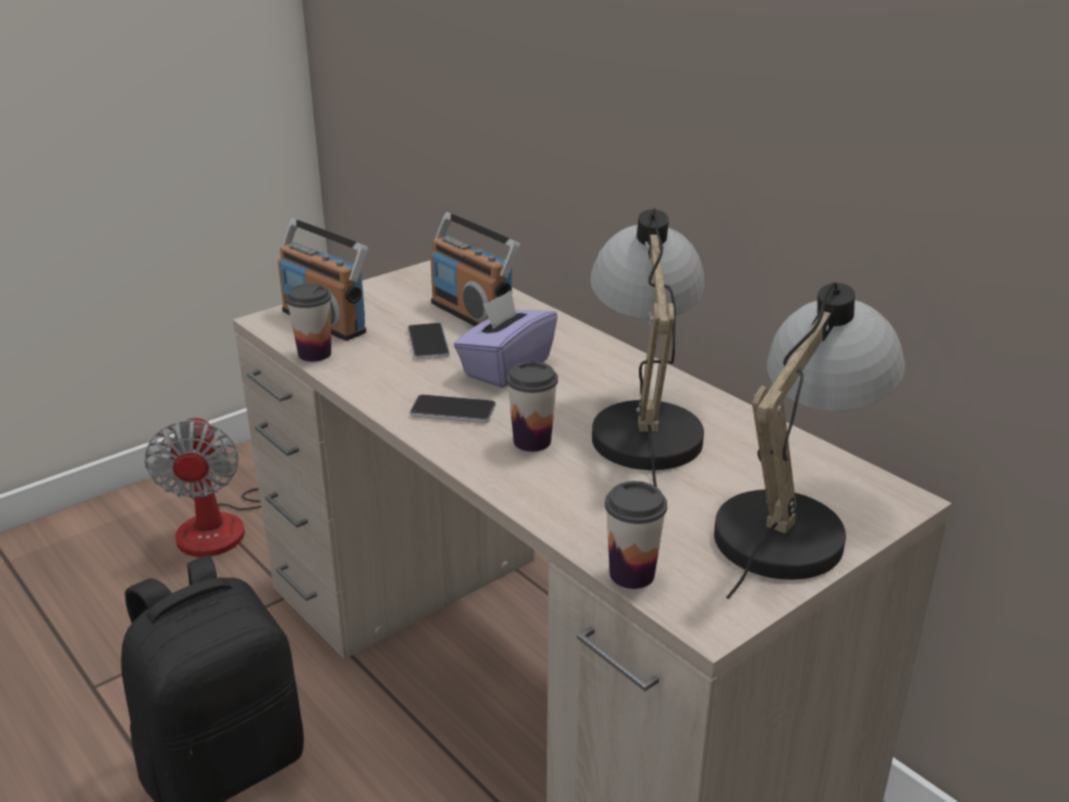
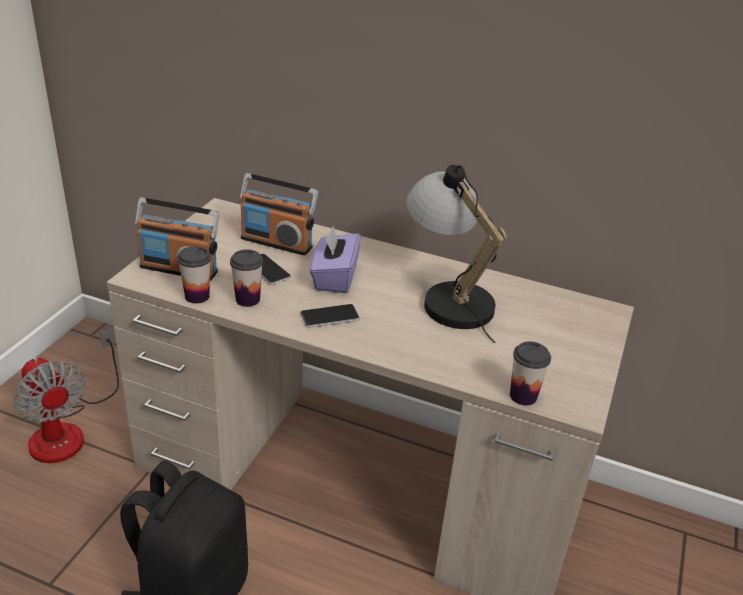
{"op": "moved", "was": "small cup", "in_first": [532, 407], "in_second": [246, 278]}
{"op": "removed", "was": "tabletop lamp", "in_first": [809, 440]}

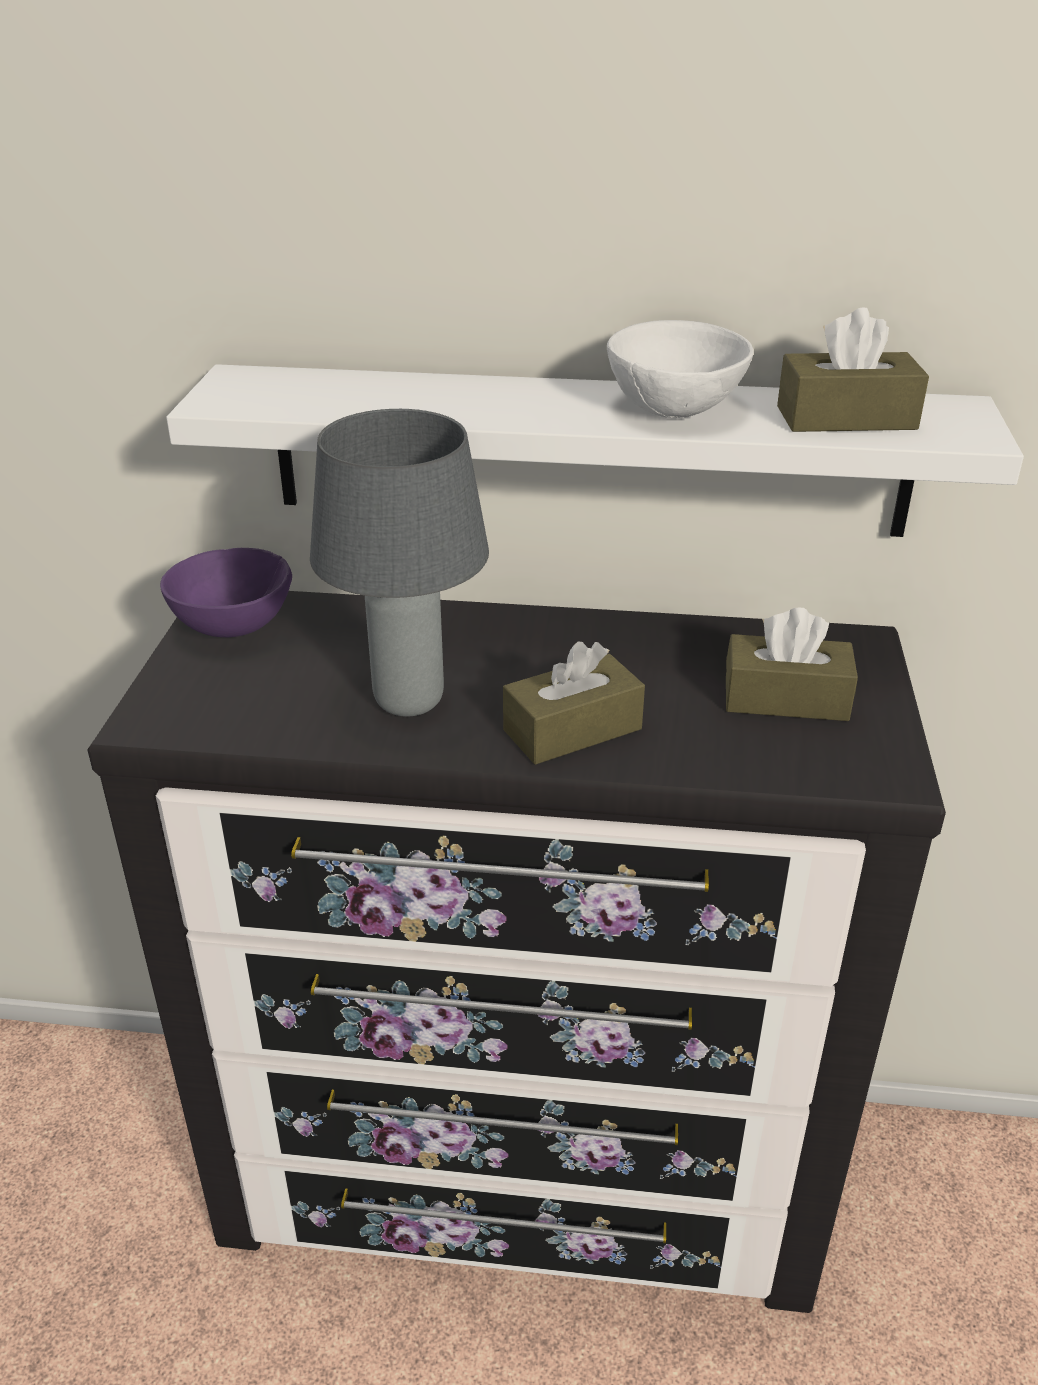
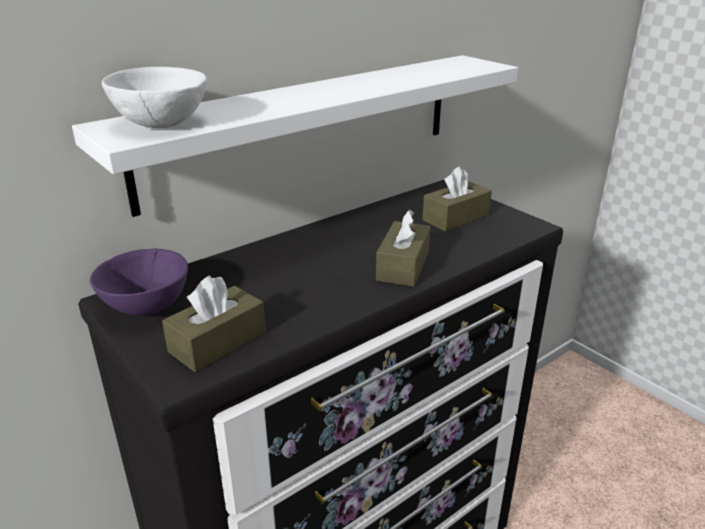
{"op": "moved", "was": "white bowl", "in_first": [680, 369], "in_second": [154, 97]}
{"op": "moved", "was": "brown tissue holder", "in_first": [853, 369], "in_second": [214, 323]}
{"op": "removed", "was": "gray tabletop lamp", "in_first": [399, 563]}

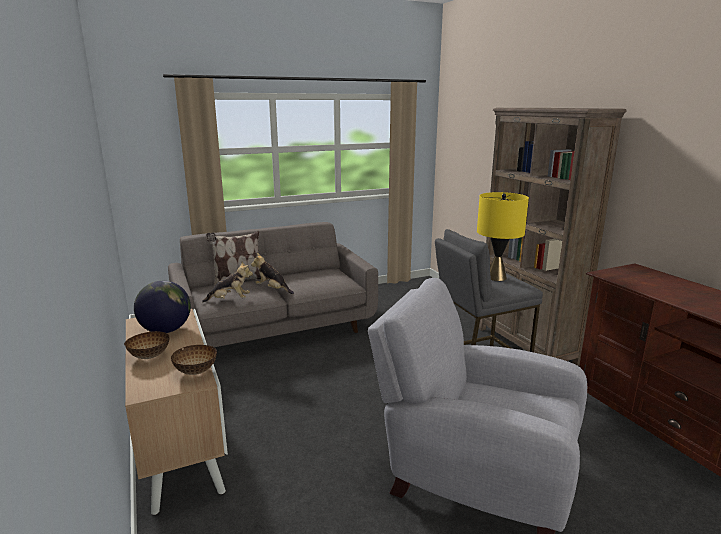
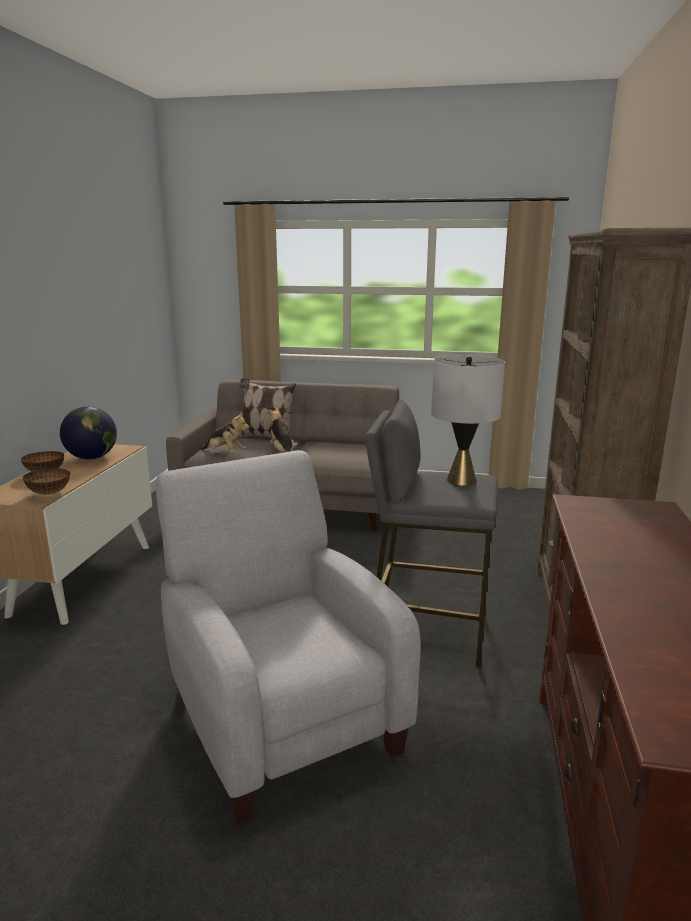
{"op": "recoloured", "was": "yellow-coloured tabletop lamp", "now": "gray tabletop lamp", "in_first": [503, 236], "in_second": [468, 420]}

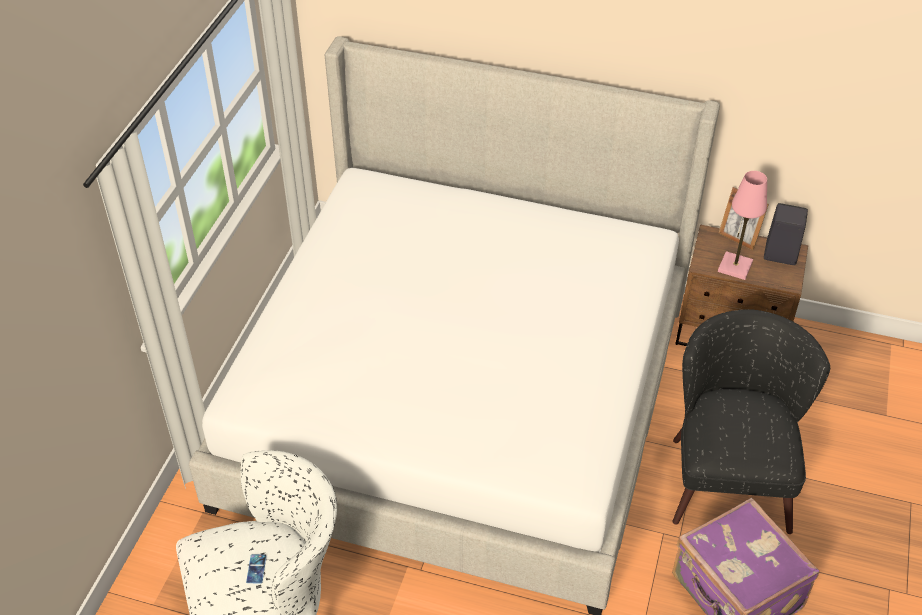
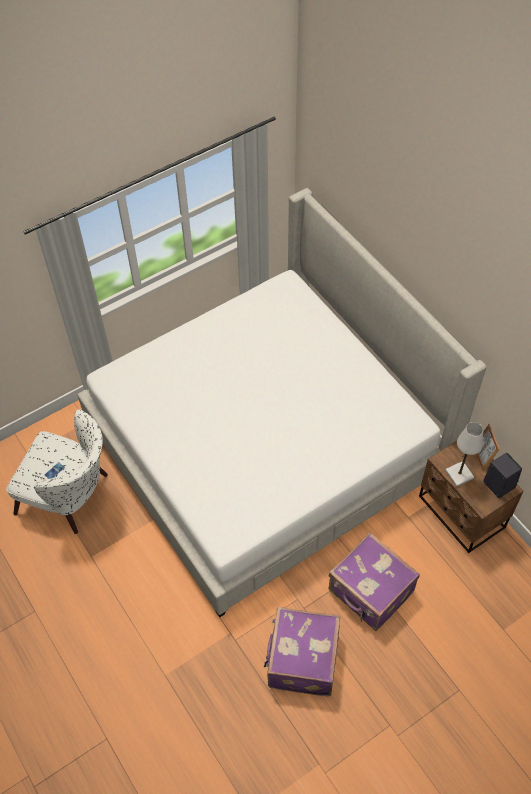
{"op": "replaced", "was": "blackish armchair", "now": "purple travel case", "in_first": [751, 421], "in_second": [374, 581]}
{"op": "recoloured", "was": "pinkish tabletop lamp", "now": "white tabletop lamp", "in_first": [742, 225], "in_second": [464, 454]}

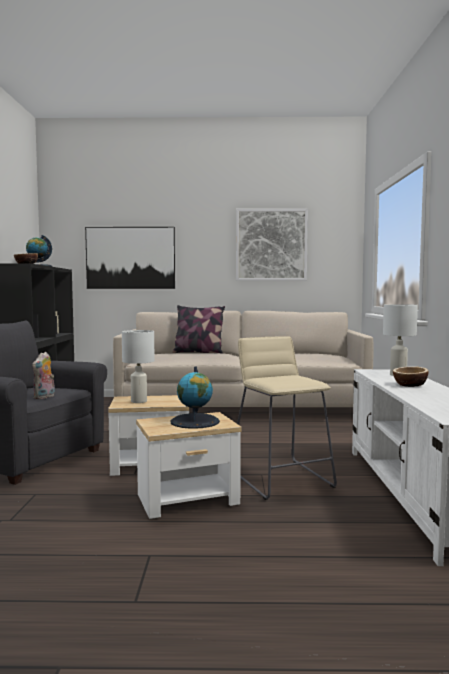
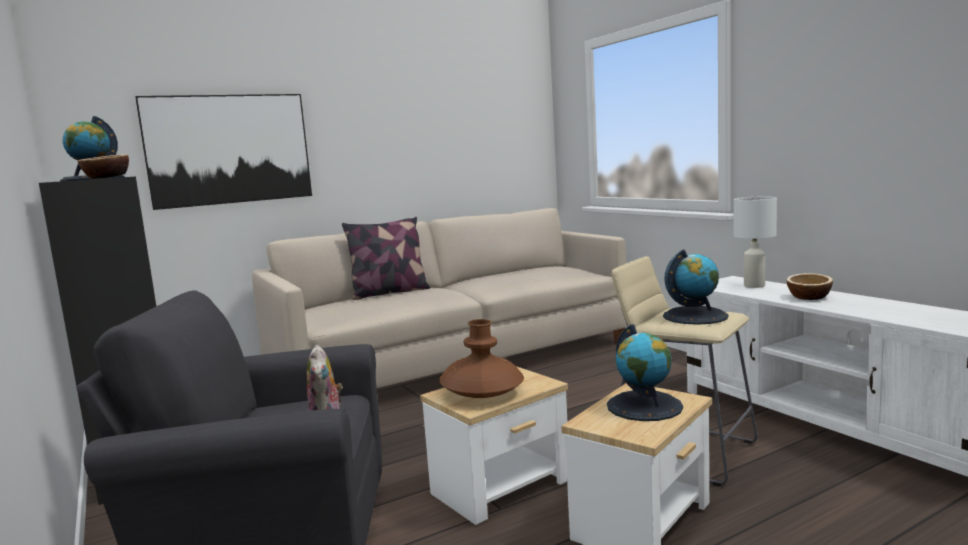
{"op": "replaced", "was": "white tabletop lamp", "now": "brown decorative vase", "in_first": [138, 366], "in_second": [481, 358]}
{"op": "added", "now": "desk globe", "in_second": [695, 287]}
{"op": "removed", "was": "wall art", "in_first": [272, 245]}

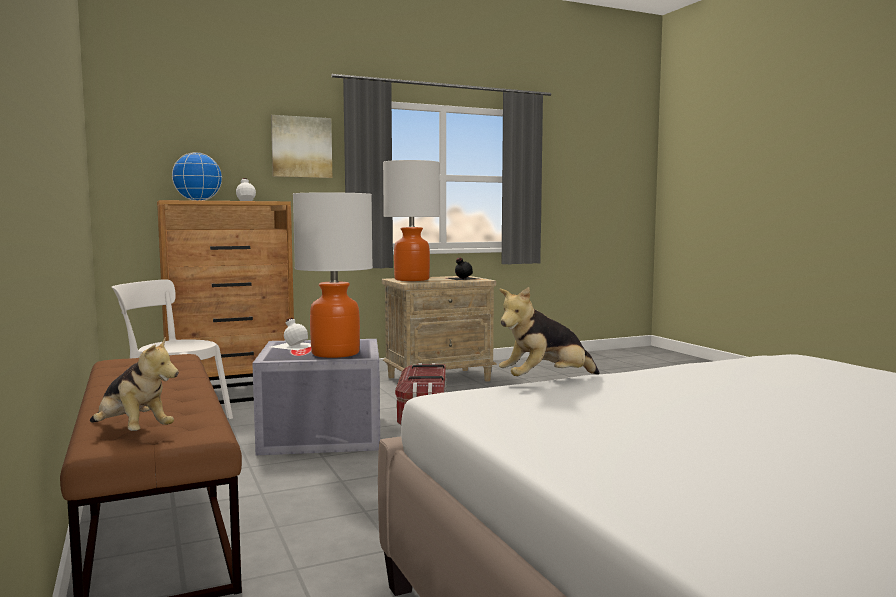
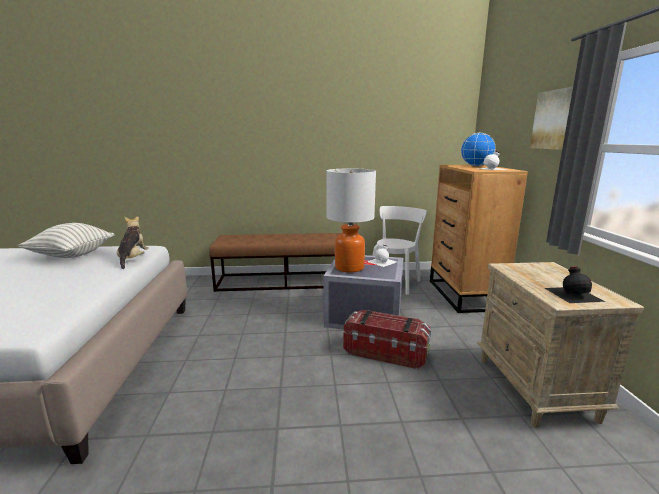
{"op": "added", "now": "pillow", "in_second": [66, 240]}
{"op": "removed", "was": "plush toy", "in_first": [134, 384]}
{"op": "removed", "was": "tabletop lamp", "in_first": [411, 220]}

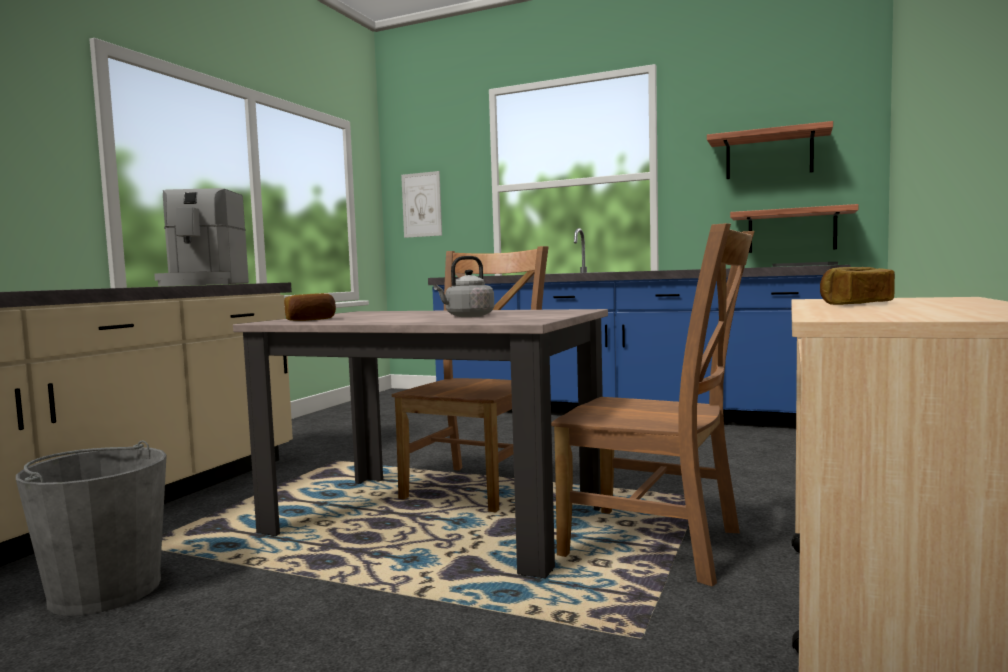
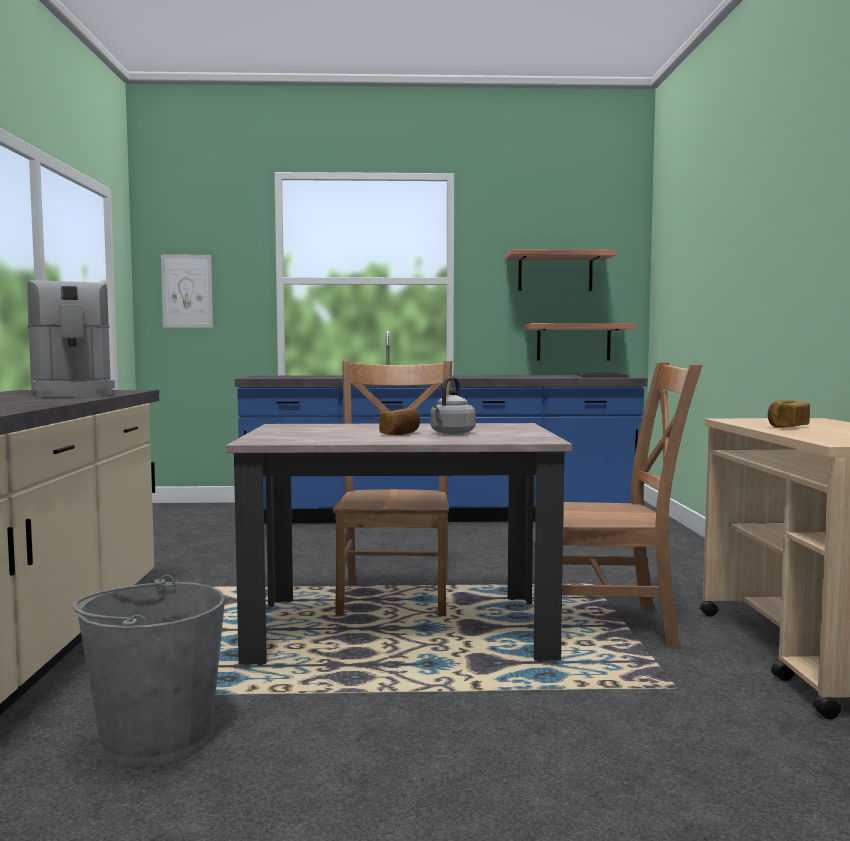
{"op": "moved", "was": "baked bread", "in_first": [310, 307], "in_second": [399, 421]}

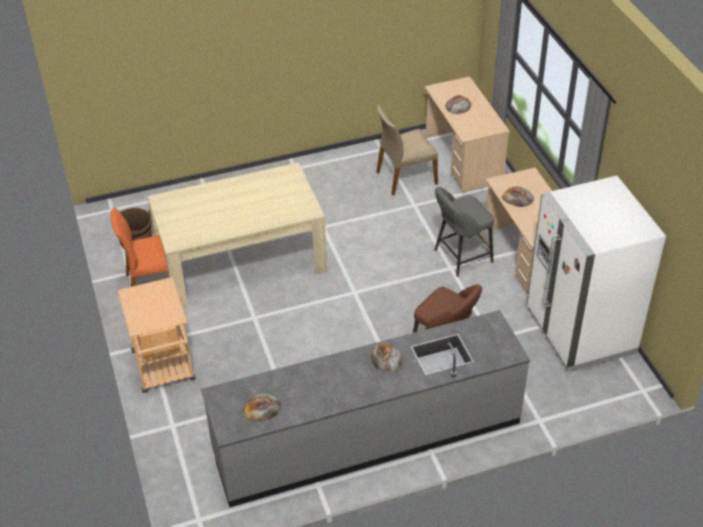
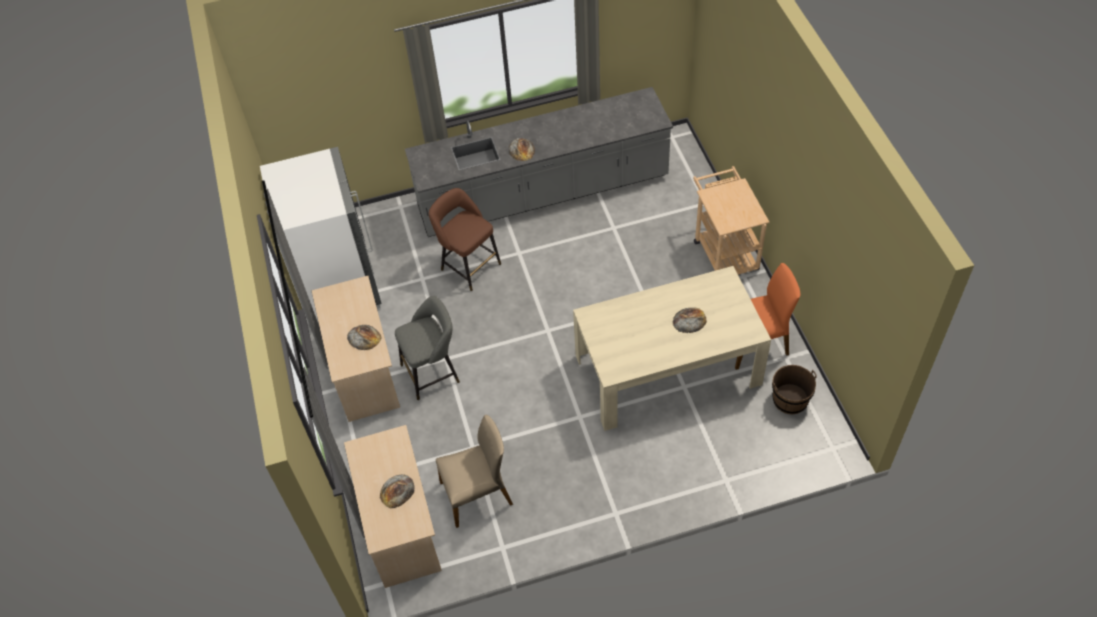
{"op": "moved", "was": "baked bread", "in_first": [263, 407], "in_second": [689, 320]}

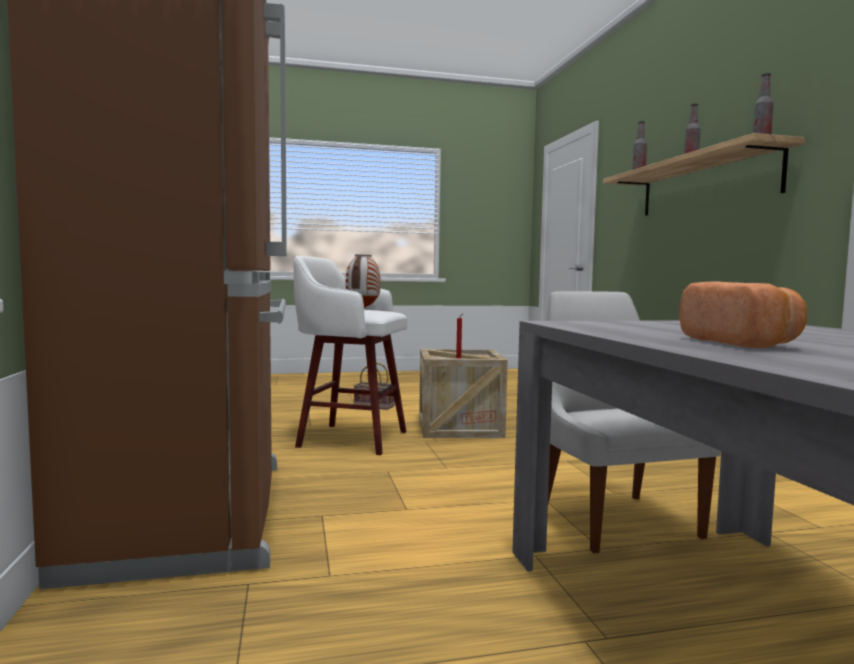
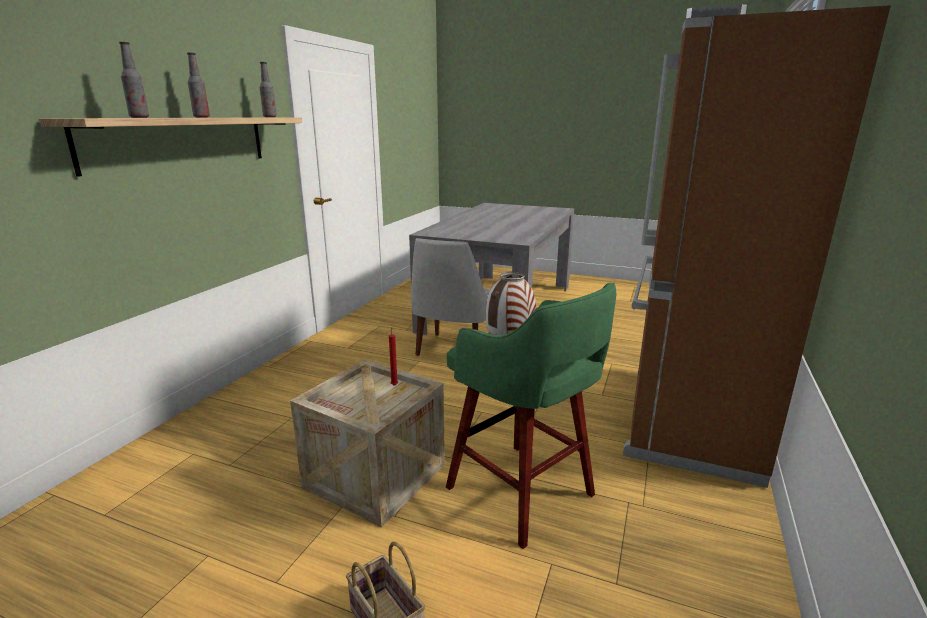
{"op": "recoloured", "was": "white sitting stool", "now": "green sitting stool", "in_first": [350, 355], "in_second": [531, 416]}
{"op": "removed", "was": "baked bread", "in_first": [743, 314]}

